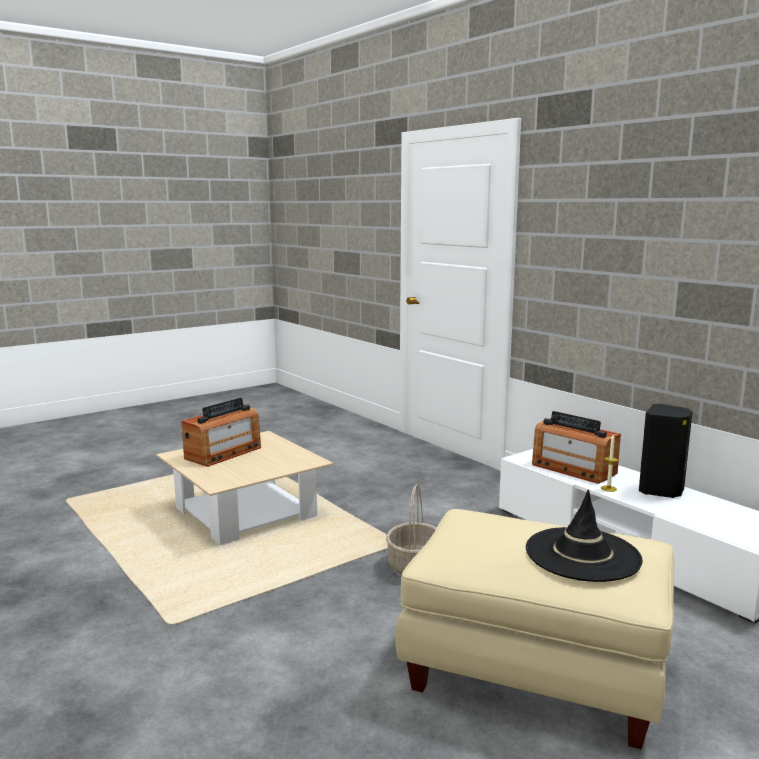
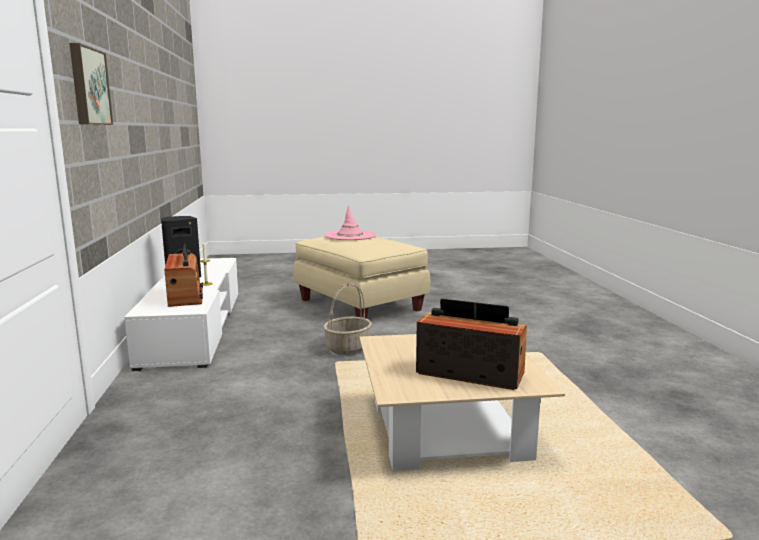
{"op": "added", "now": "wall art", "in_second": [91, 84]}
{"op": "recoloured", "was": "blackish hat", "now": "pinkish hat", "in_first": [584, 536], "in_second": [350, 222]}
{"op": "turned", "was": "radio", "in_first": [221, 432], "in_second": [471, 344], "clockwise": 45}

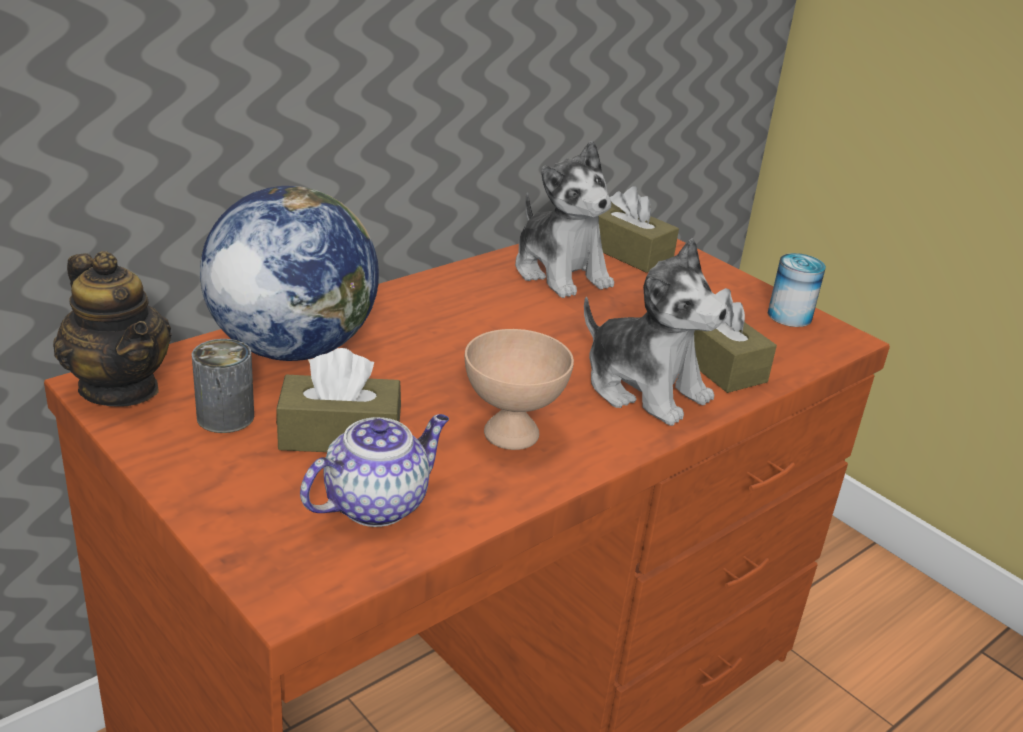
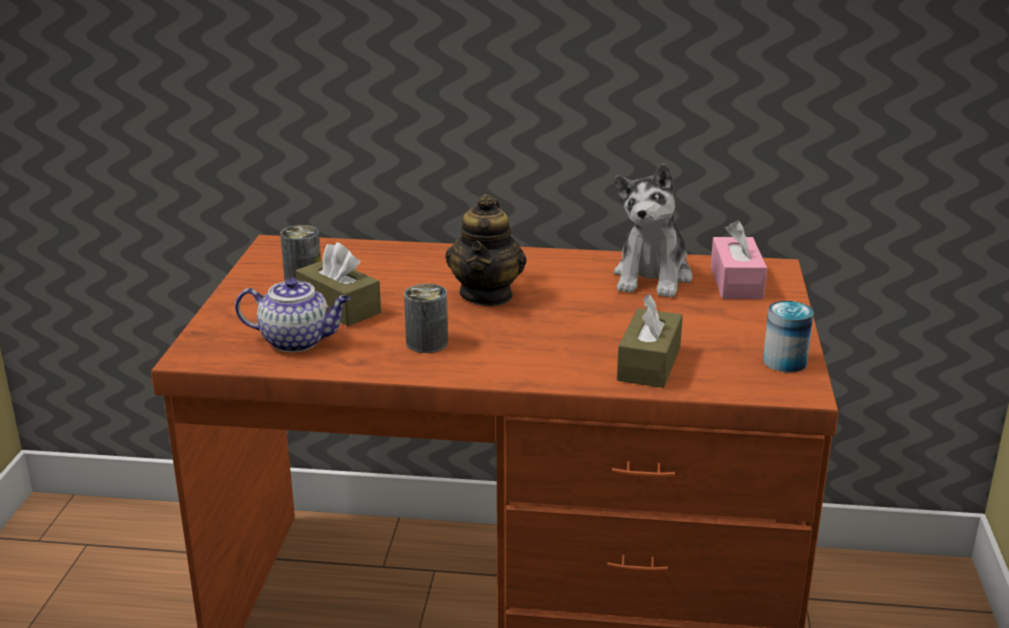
{"op": "replaced", "was": "beige-coloured bowl", "now": "metal can", "in_first": [519, 389], "in_second": [426, 318]}
{"op": "moved", "was": "teapot", "in_first": [112, 328], "in_second": [486, 250]}
{"op": "recoloured", "was": "brown tissue holder", "now": "pinkish tissue holder", "in_first": [639, 229], "in_second": [739, 259]}
{"op": "removed", "was": "desk globe", "in_first": [289, 273]}
{"op": "removed", "was": "plush toy", "in_first": [656, 332]}

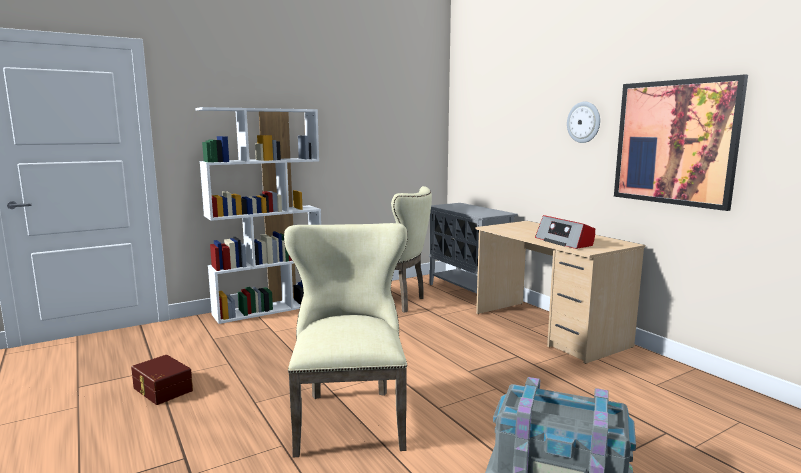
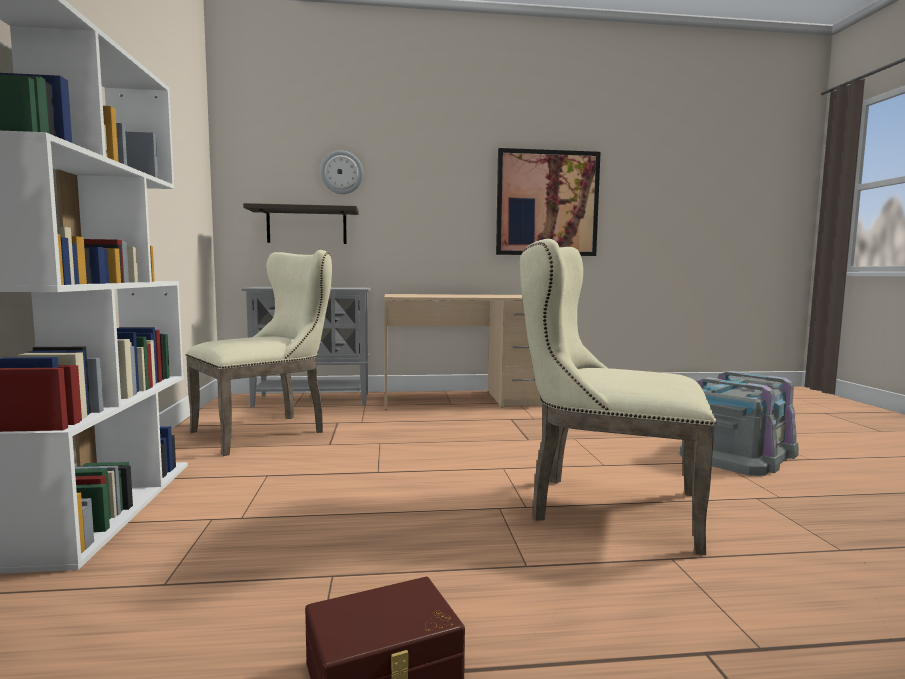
{"op": "added", "now": "bracket shelf", "in_second": [301, 223]}
{"op": "moved", "was": "wall clock", "in_first": [583, 122], "in_second": [341, 172]}
{"op": "removed", "was": "radio", "in_first": [565, 232]}

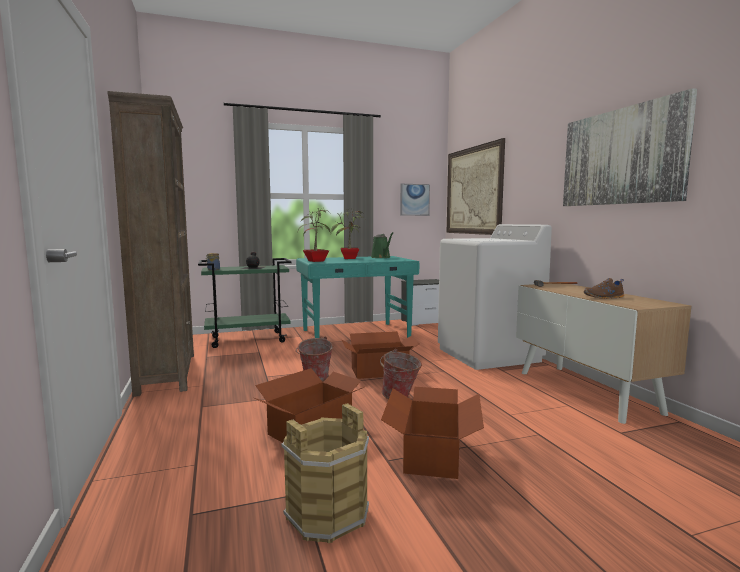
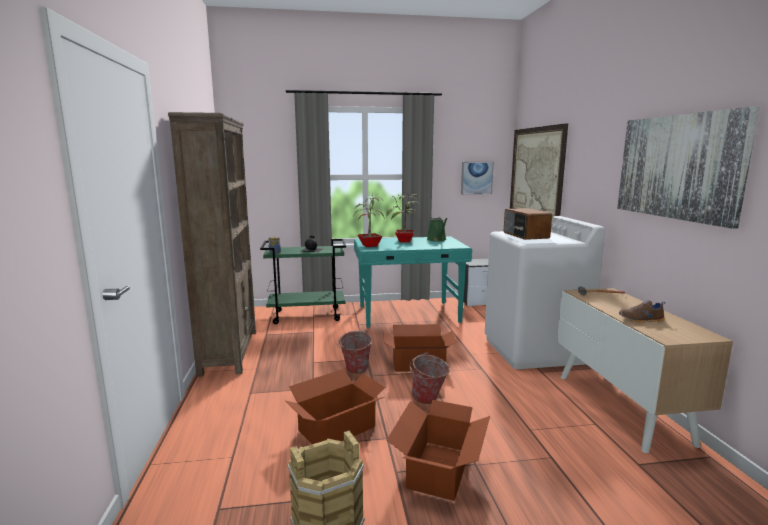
{"op": "added", "now": "radio", "in_second": [528, 224]}

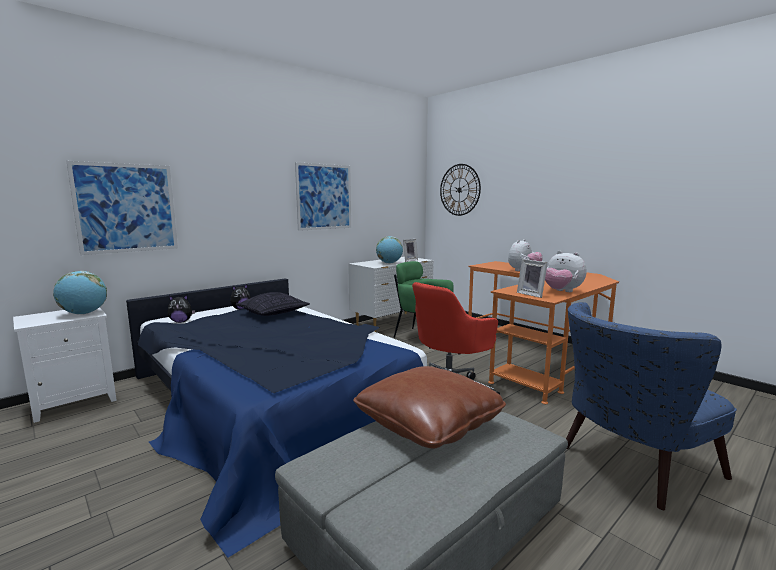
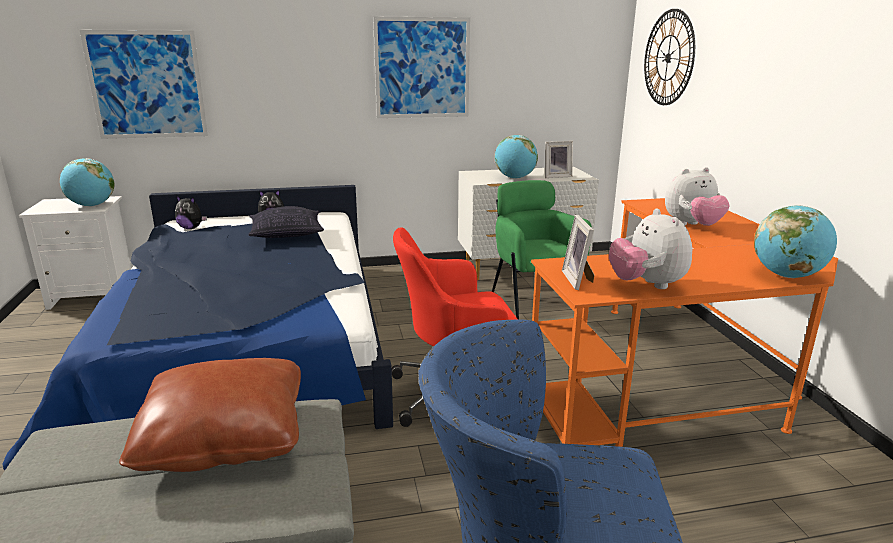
{"op": "added", "now": "desk globe", "in_second": [795, 241]}

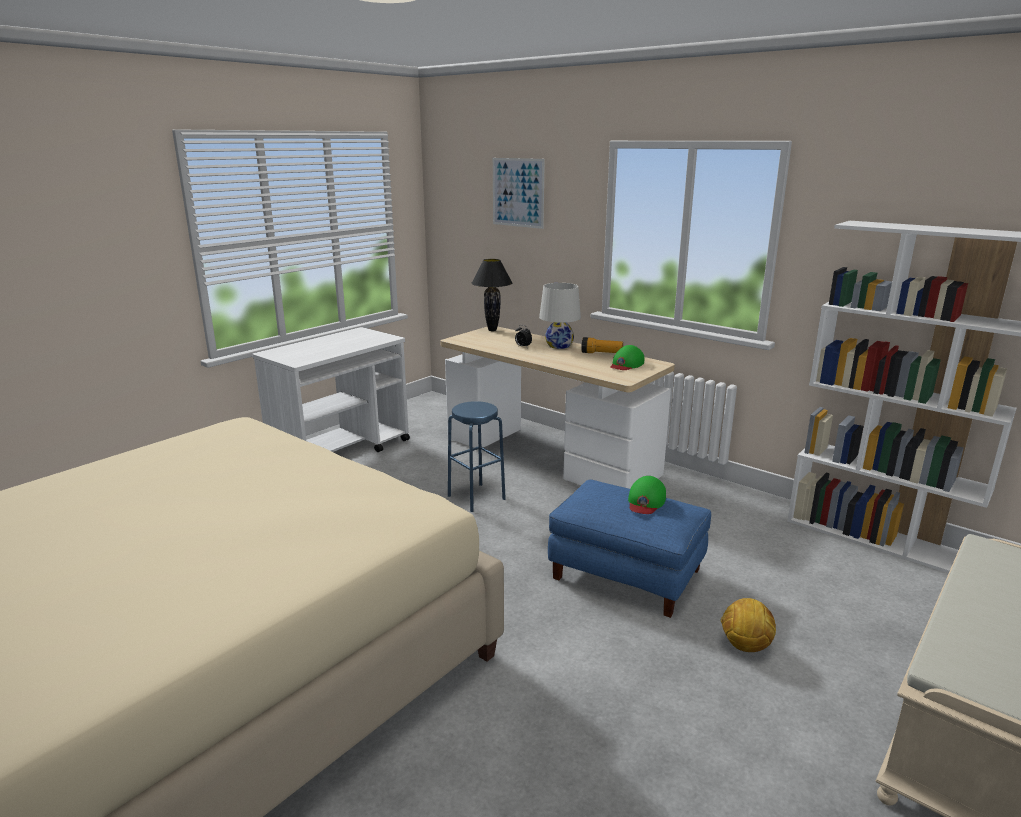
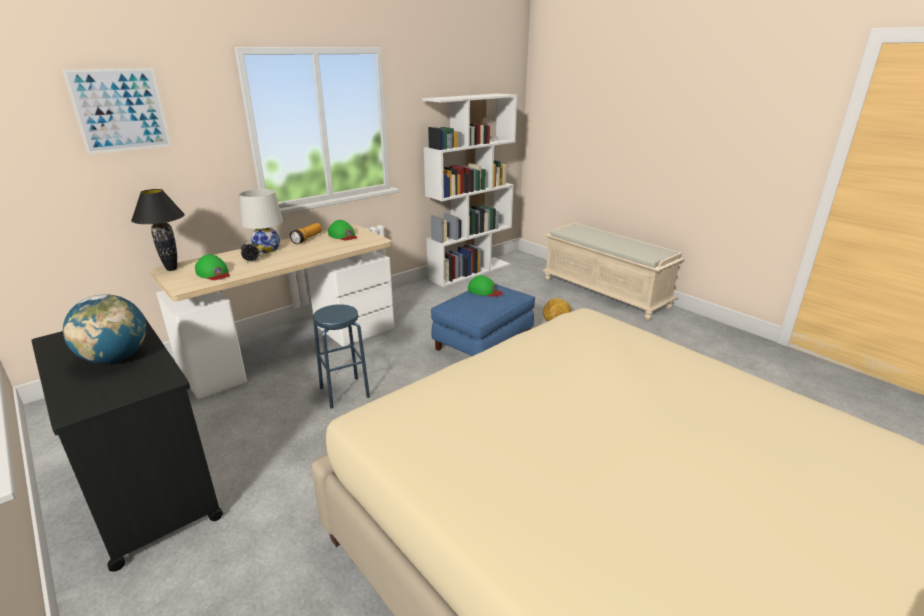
{"op": "recoloured", "was": "white wheeled cart", "now": "blackish wheeled cart", "in_first": [331, 389], "in_second": [127, 442]}
{"op": "added", "now": "desk globe", "in_second": [104, 329]}
{"op": "added", "now": "green baseball cap", "in_second": [212, 267]}

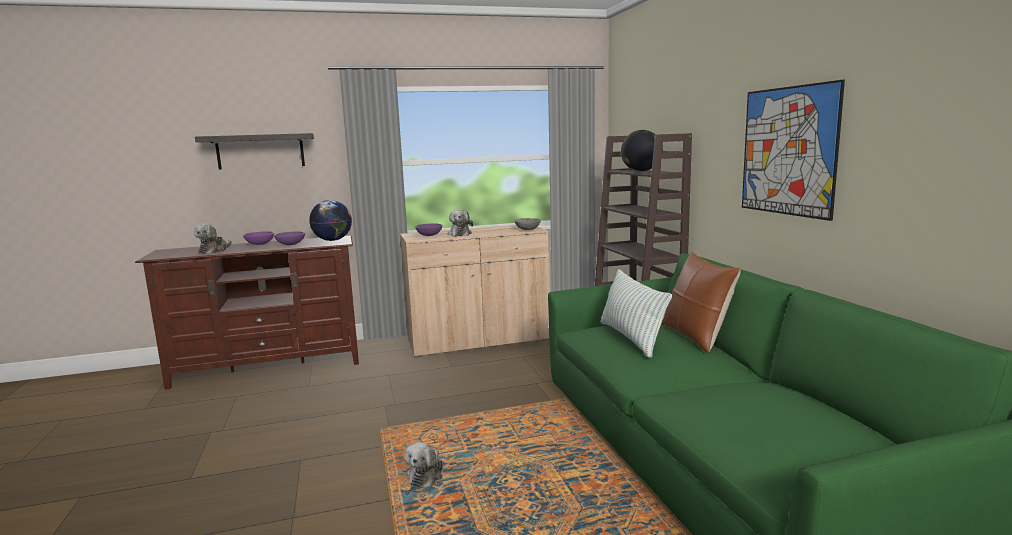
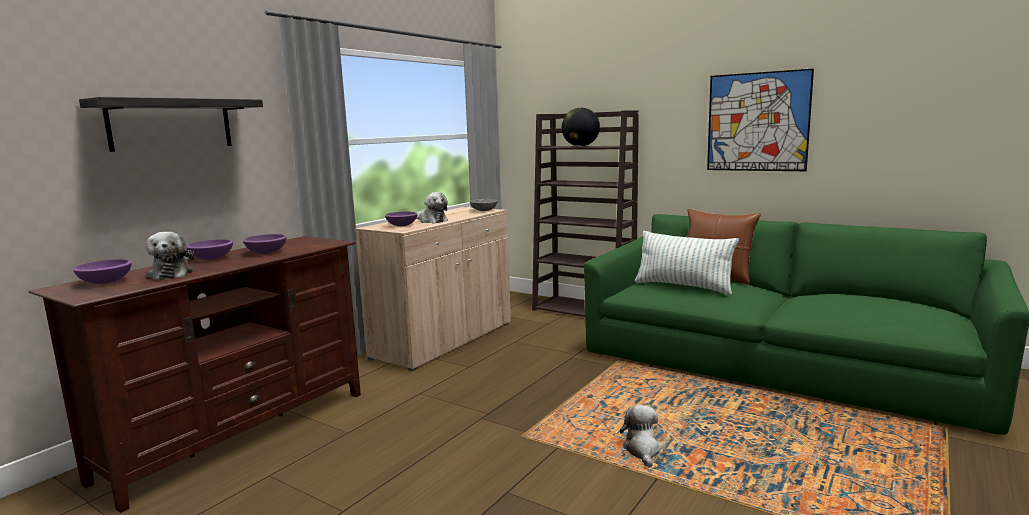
{"op": "added", "now": "purple bowl", "in_second": [102, 271]}
{"op": "turned", "was": "plush toy", "in_first": [424, 464], "in_second": [641, 436], "clockwise": -150}
{"op": "removed", "was": "desk globe", "in_first": [330, 220]}

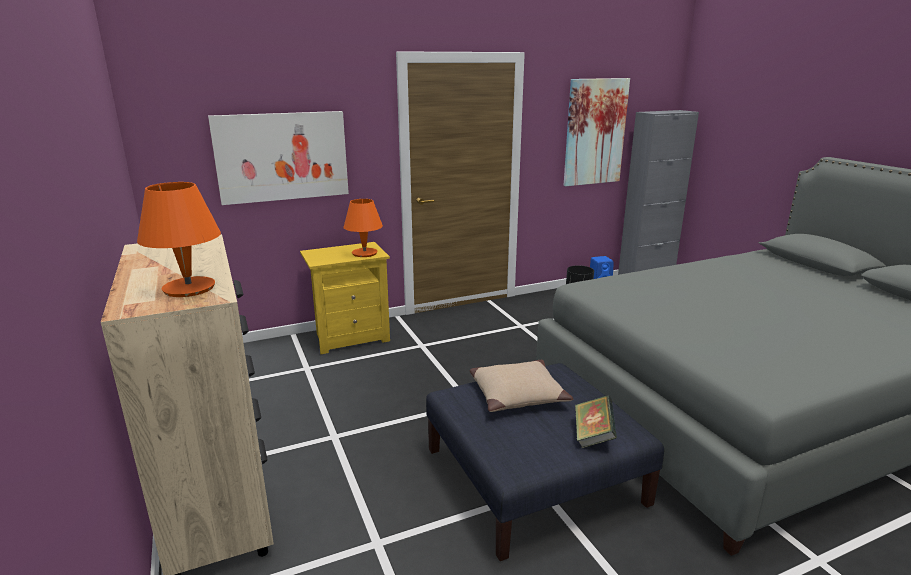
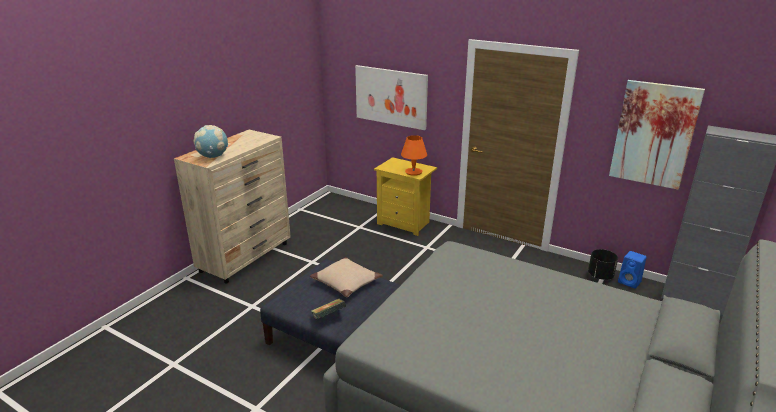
{"op": "replaced", "was": "orangey tabletop lamp", "now": "desk globe", "in_first": [179, 239], "in_second": [211, 141]}

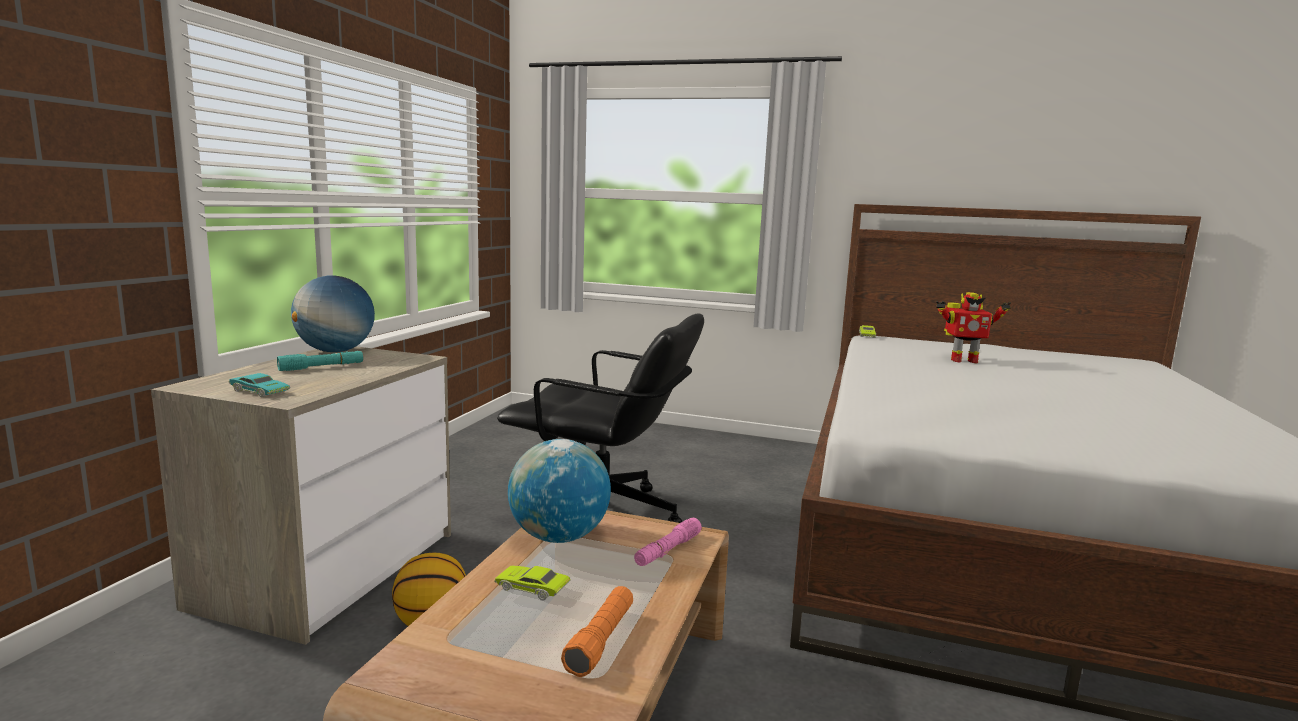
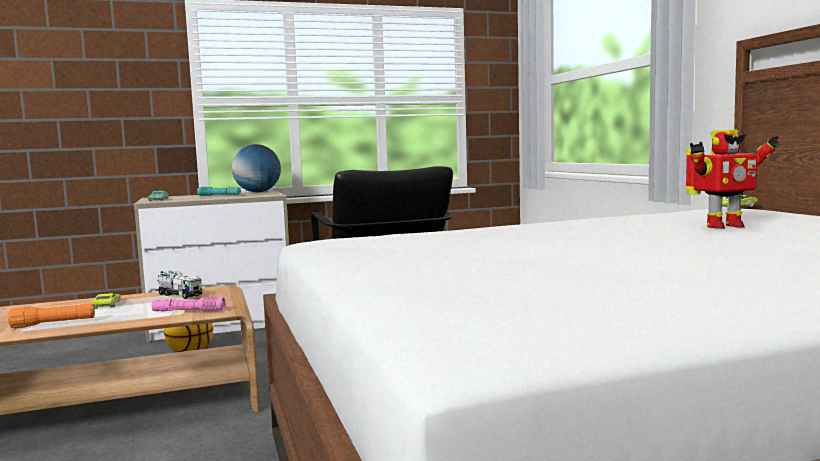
{"op": "replaced", "was": "desk globe", "now": "model truck", "in_first": [559, 491], "in_second": [179, 284]}
{"op": "turned", "was": "toy robot", "in_first": [973, 327], "in_second": [732, 179], "clockwise": -75}

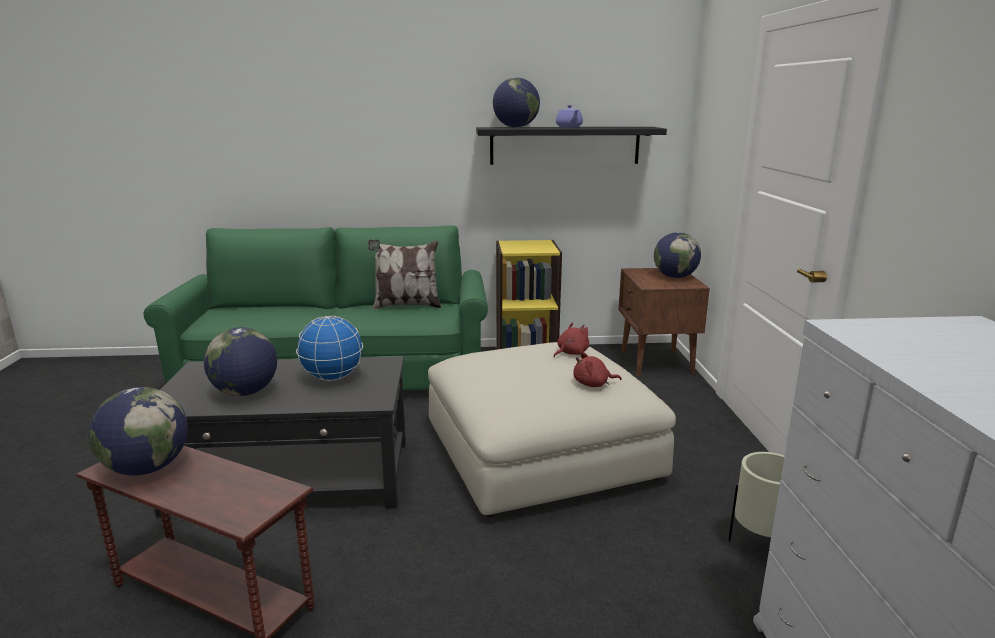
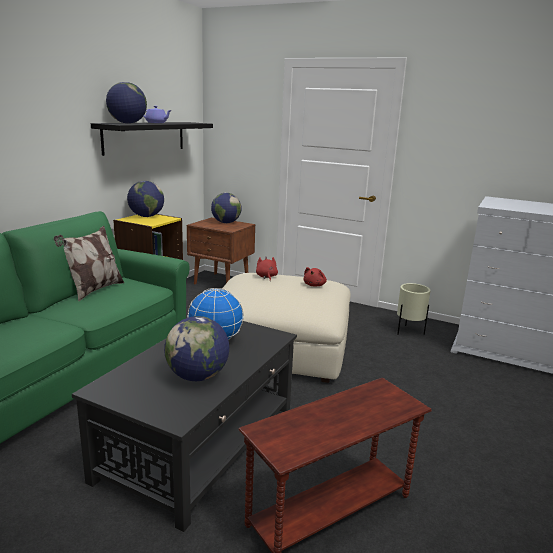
{"op": "moved", "was": "desk globe", "in_first": [138, 431], "in_second": [145, 199]}

